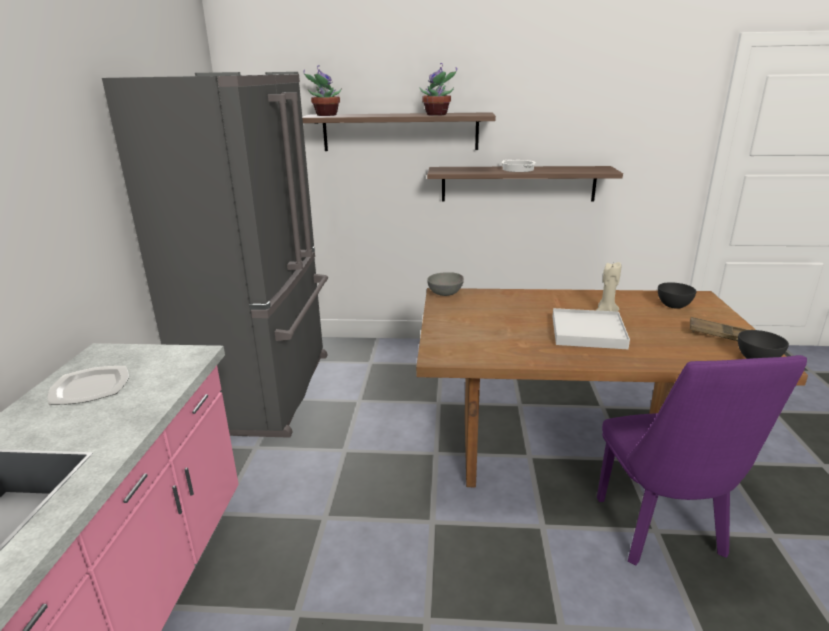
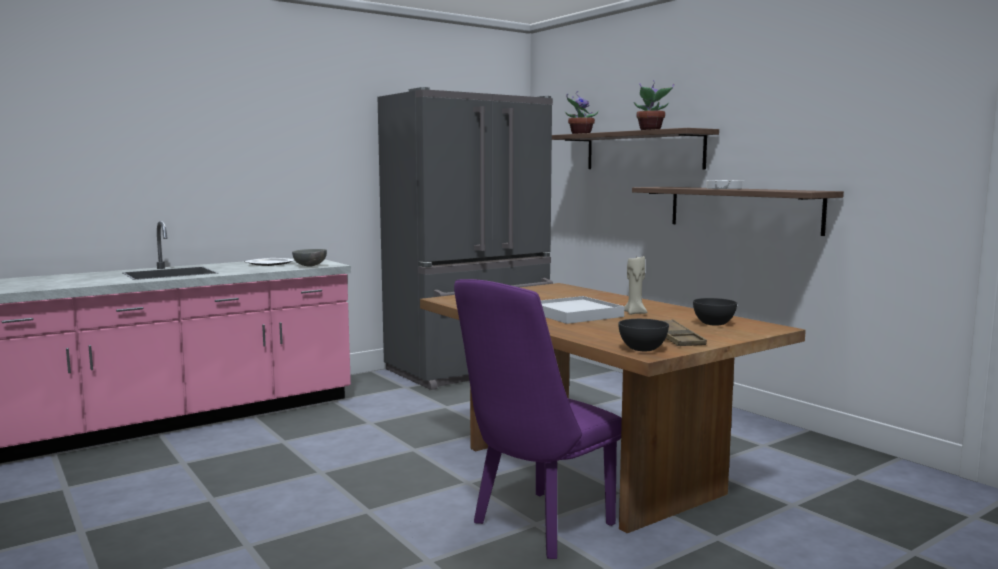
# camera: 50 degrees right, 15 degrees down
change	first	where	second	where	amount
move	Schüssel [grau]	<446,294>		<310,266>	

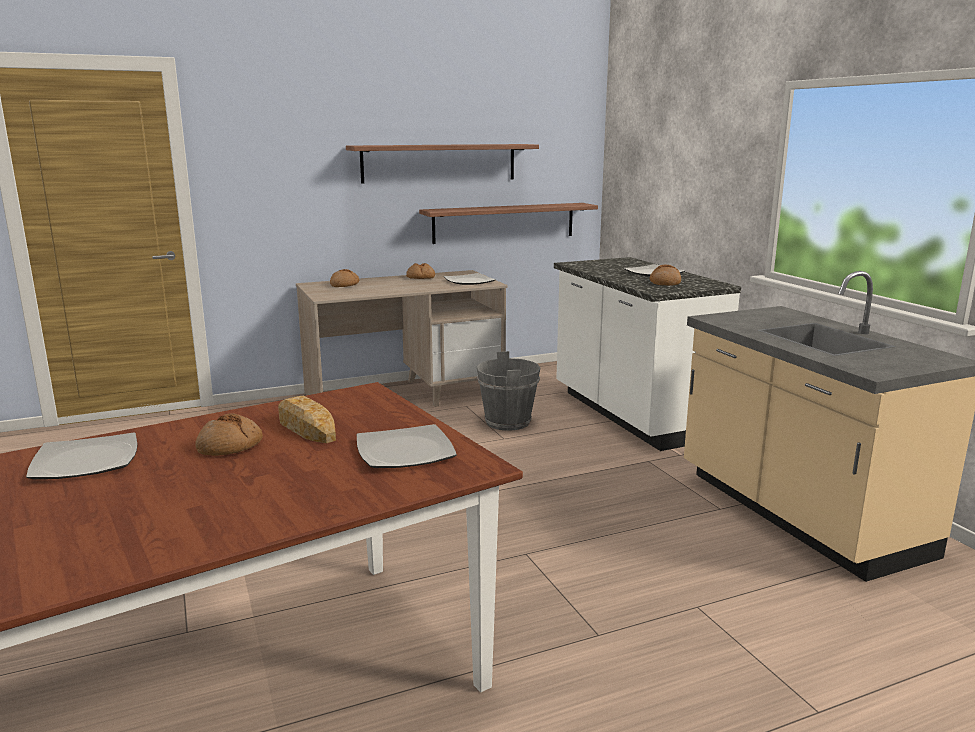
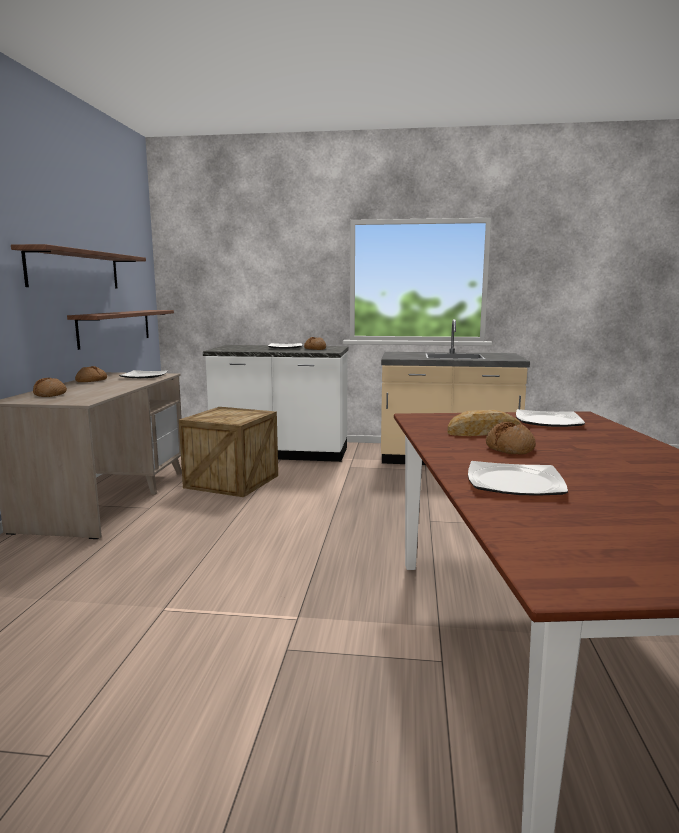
# camera: 60 degrees left, 5 degrees down
change	first	where	second	where	amount
replace	Eimer [grau]	<508,422>	Kiste	<232,481>	

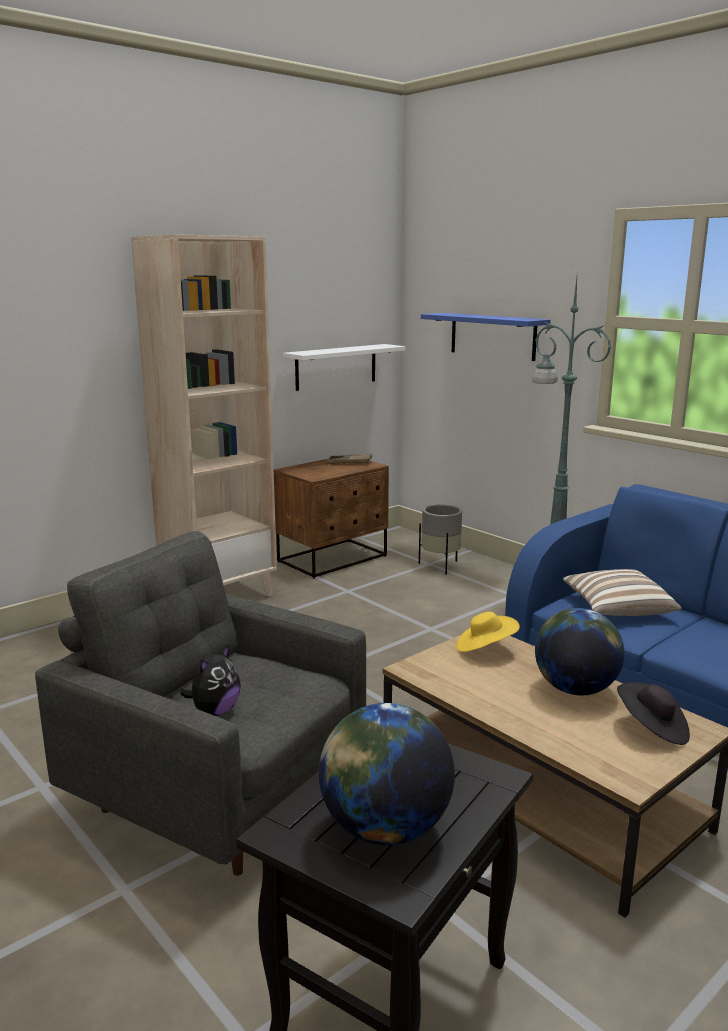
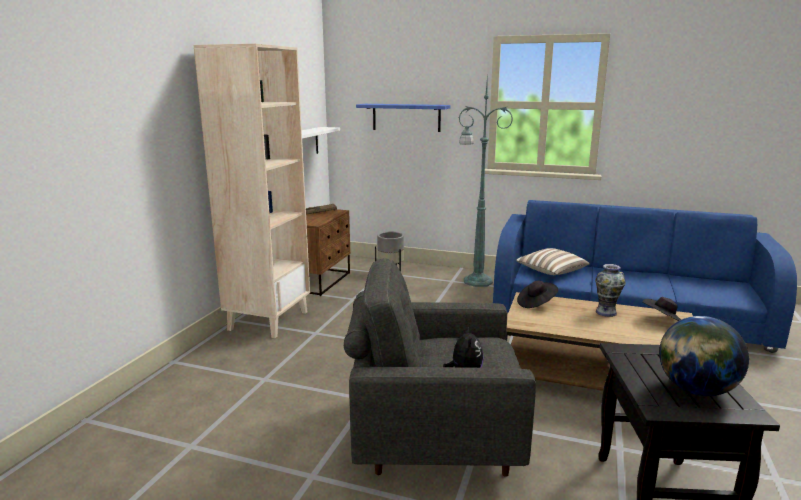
# camera: 30 degrees left, 0 degrees up
change	first	where	second	where	amount
replace	Globus	<575,689>	Vase	<606,312>	
recolor	Hut [gelb]	<485,648>	Hut [schwarz]	<536,303>	

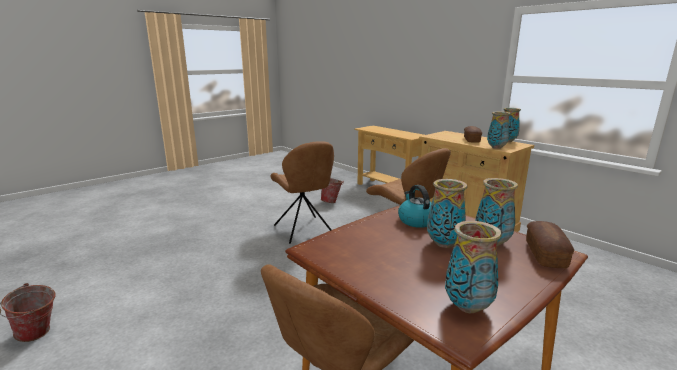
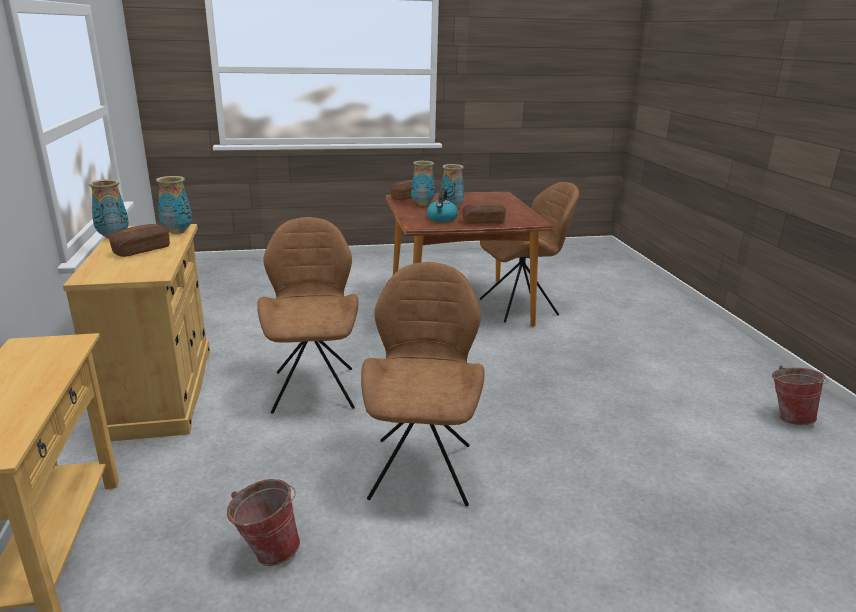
# camera: 150 degrees left, 5 degrees up
change	first	where	second	where	amount
delete	Vase	<468,307>			
insert			Brot	<483,222>	

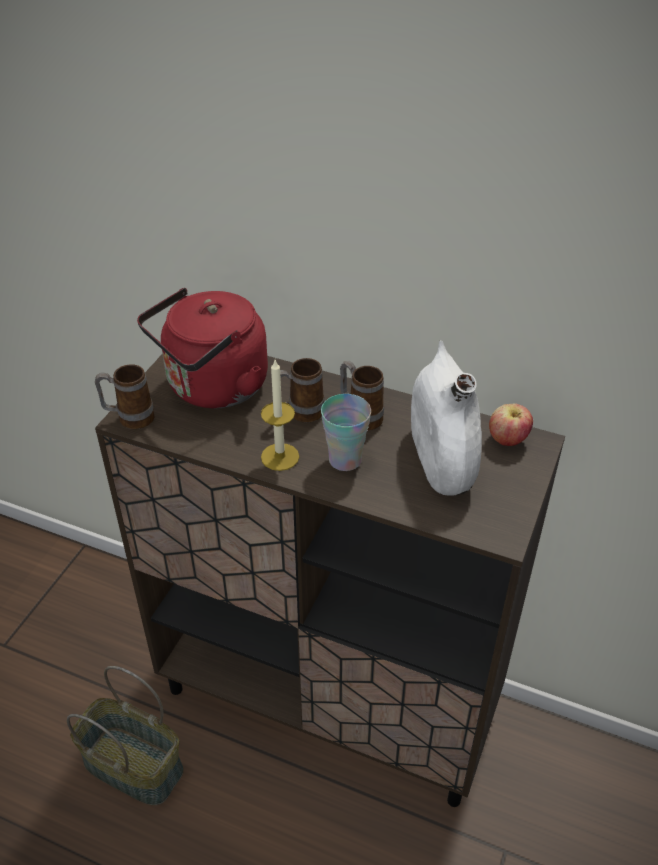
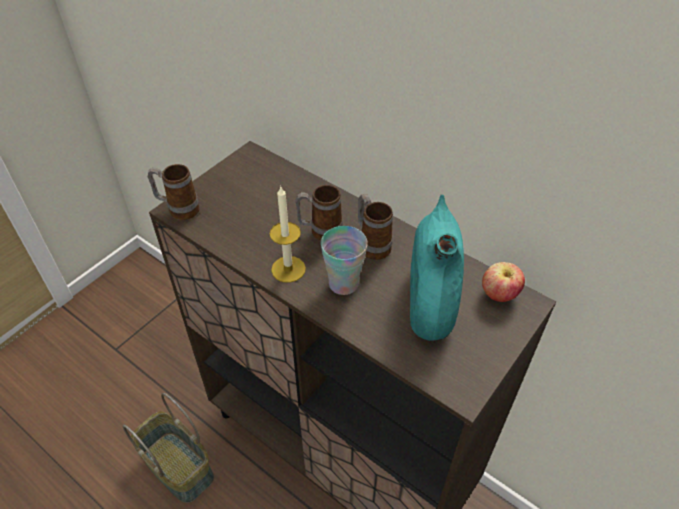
# camera: 15 degrees right, 5 degrees up
change	first	where	second	where	amount
delete	Wasserkessel [rot]	<213,388>			
recolor	Vase [weiß]	<441,459>	Vase [türkis]	<430,301>	

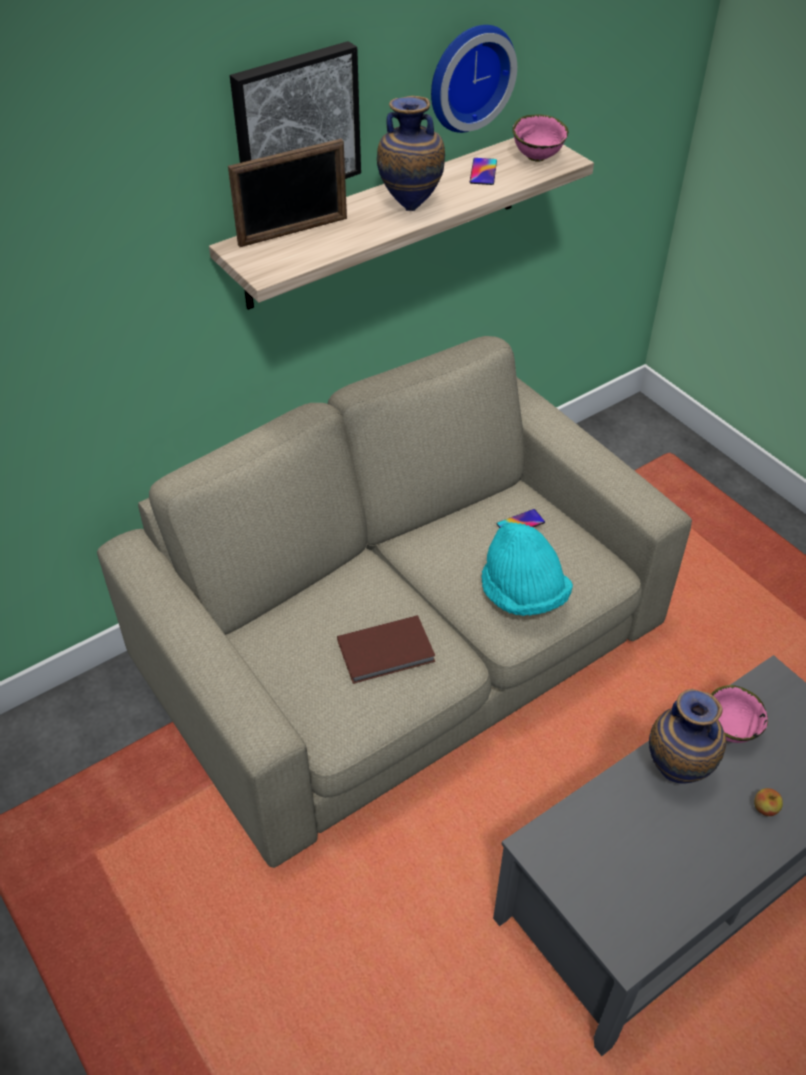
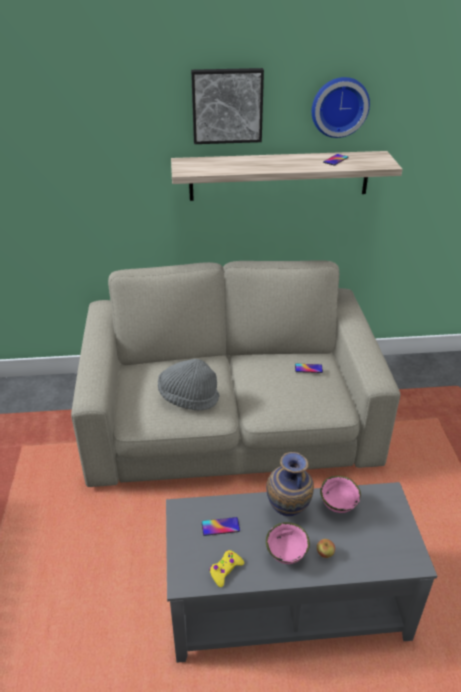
# camera: 30 degrees right, 10 degrees down
change	first	where	second	where	amount
delete	Vase	<411,206>			
move	Schüssel [rosa]	<538,157>		<287,554>	
delete	Bilderrahmen	<293,232>			
delete	Hut [türkis]	<522,594>			
replace	Buch [braun]	<387,652>	Hut [grau]	<188,397>	
insert			Handy	<220,526>	
insert			Gamepad [gelb]	<225,570>	

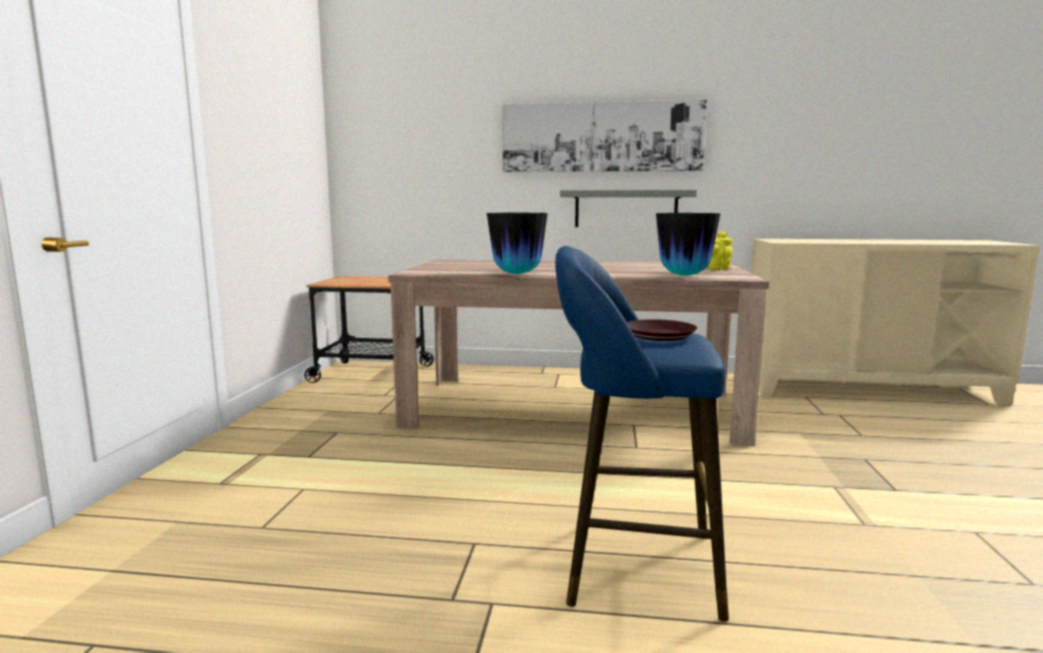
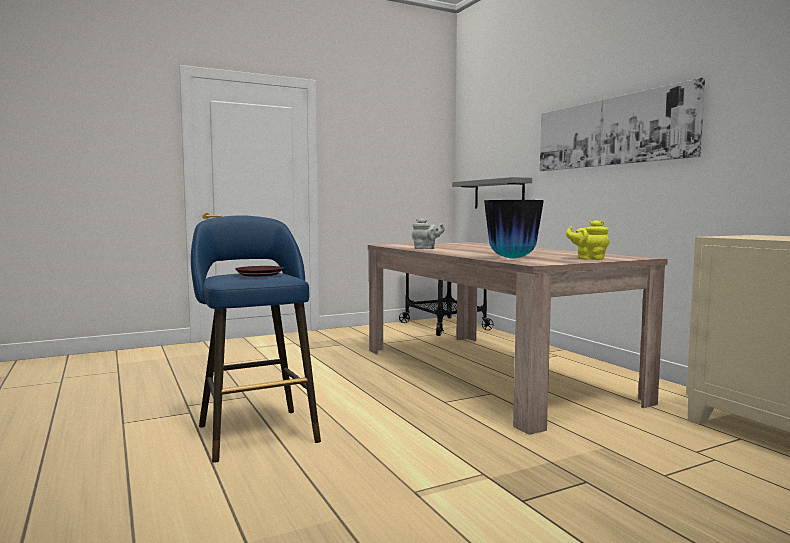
# camera: 55 degrees right, 5 degrees down
change	first	where	second	where	amount
move	Wandregal [grau]	<625,209>		<498,194>	
replace	Vase	<517,274>	Teekanne [grau]	<426,249>	

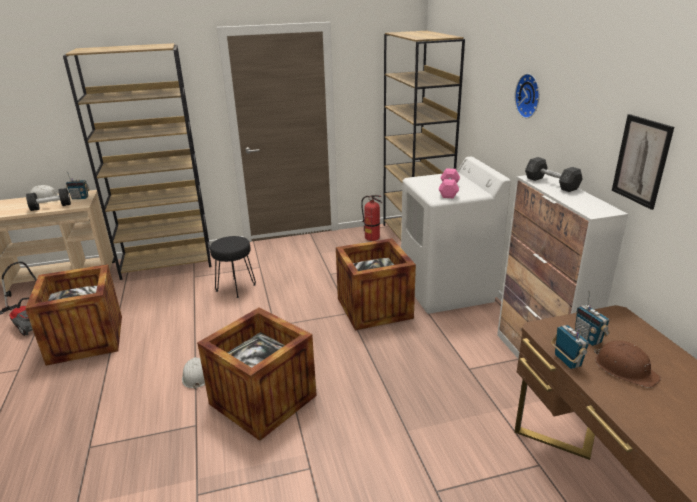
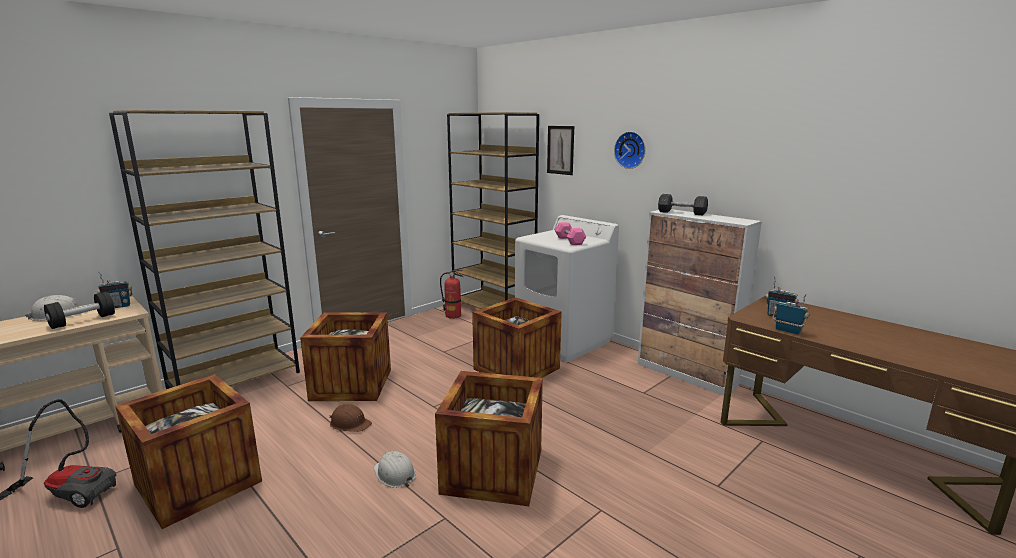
# camera: 30 degrees left, 10 degrees down
change	first	where	second	where	amount
move	Bild	<641,161>		<560,150>	
replace	Hocker [schwarz]	<235,287>	Kiste	<351,384>	
move	Schutzhelm [braun]	<625,369>		<350,423>	

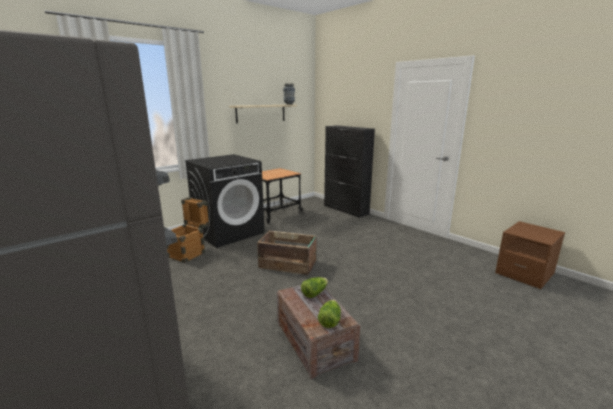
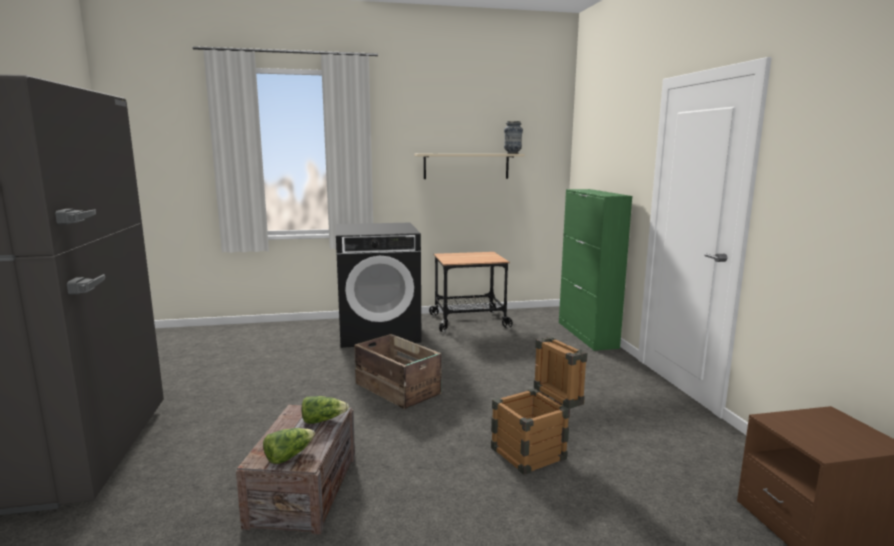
# camera: 30 degrees right, 5 degrees down
change	first	where	second	where	amount
recolor	Schrank [schwarz]	<346,210>	Schrank [grün]	<587,335>	
move	Kiste	<190,253>		<536,451>	

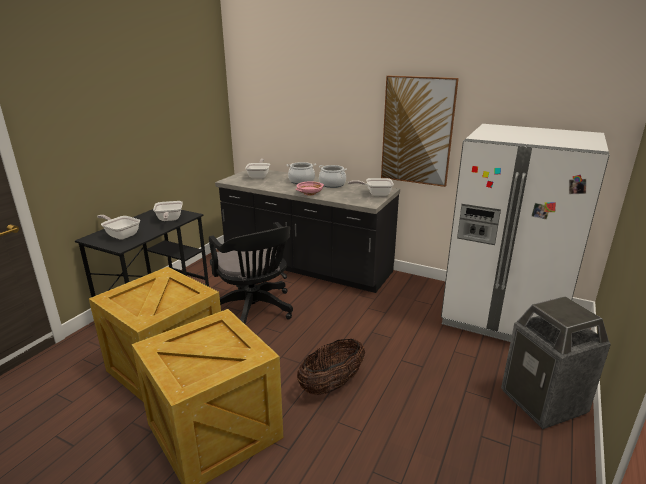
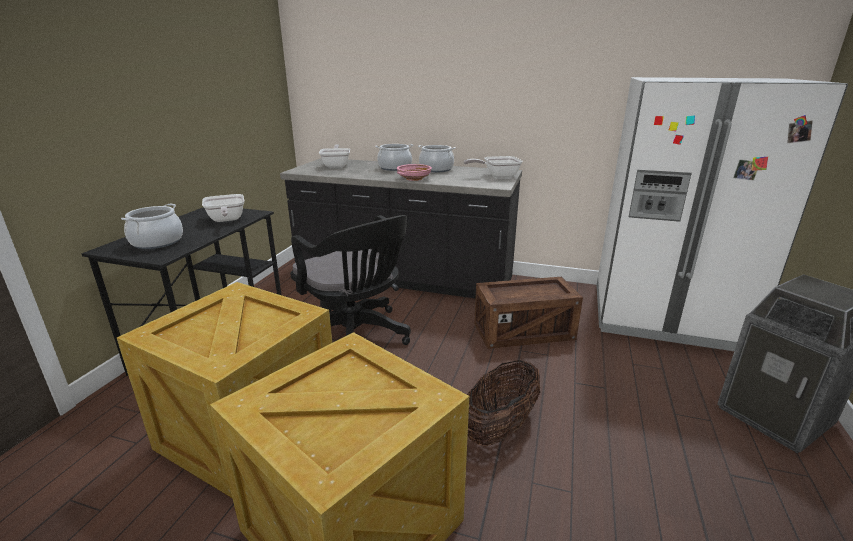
# camera: 10 degrees left, 0 degrees up
change	first	where	second	where	amount
delete	Bild	<417,131>			
replace	Pfanne	<121,235>	Kochtopf	<157,242>	
insert			Kiste	<523,332>	

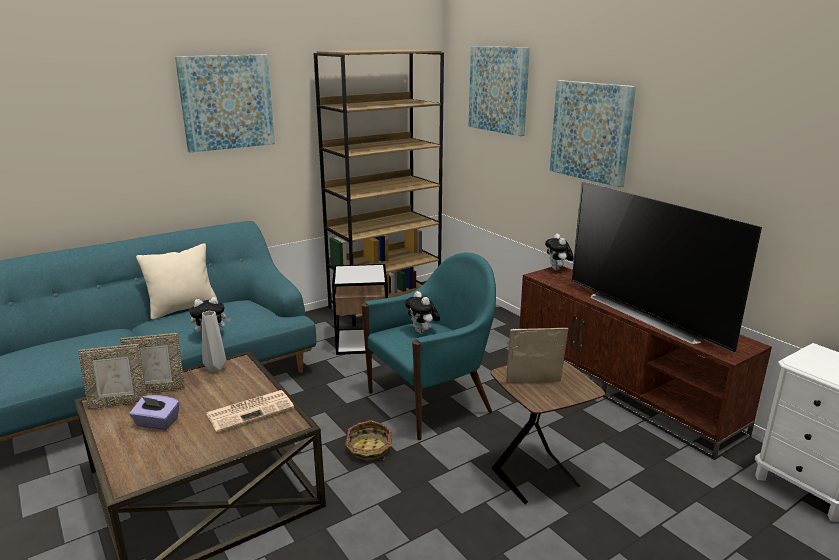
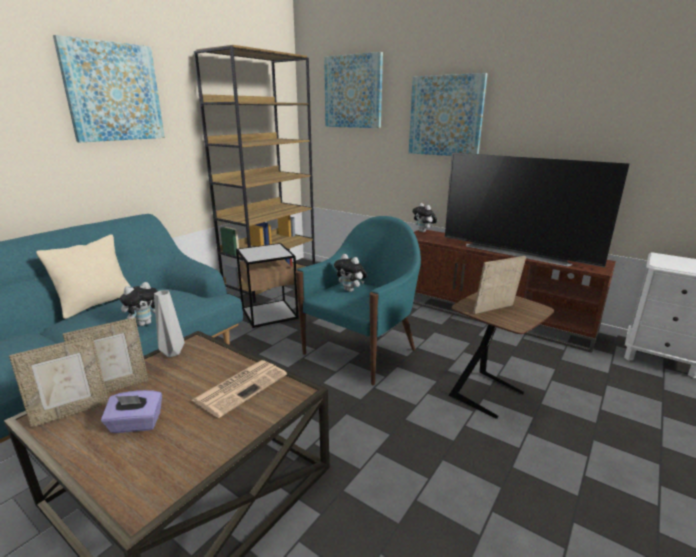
# camera: 20 degrees left, 0 degrees up
change	first	where	second	where	amount
delete	Korb	<369,449>			

